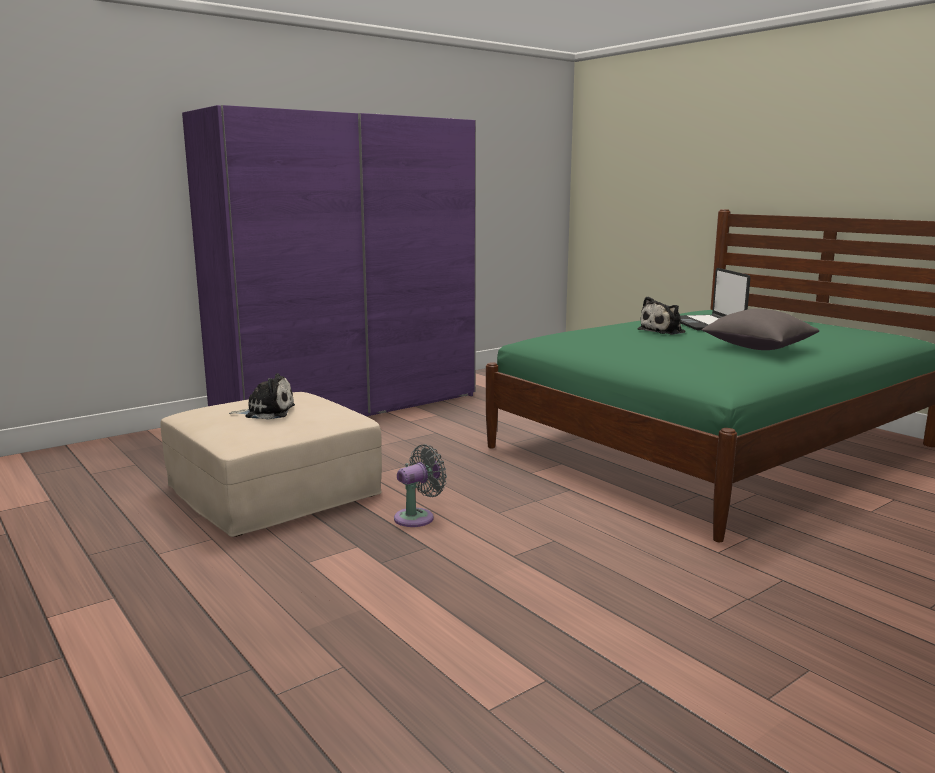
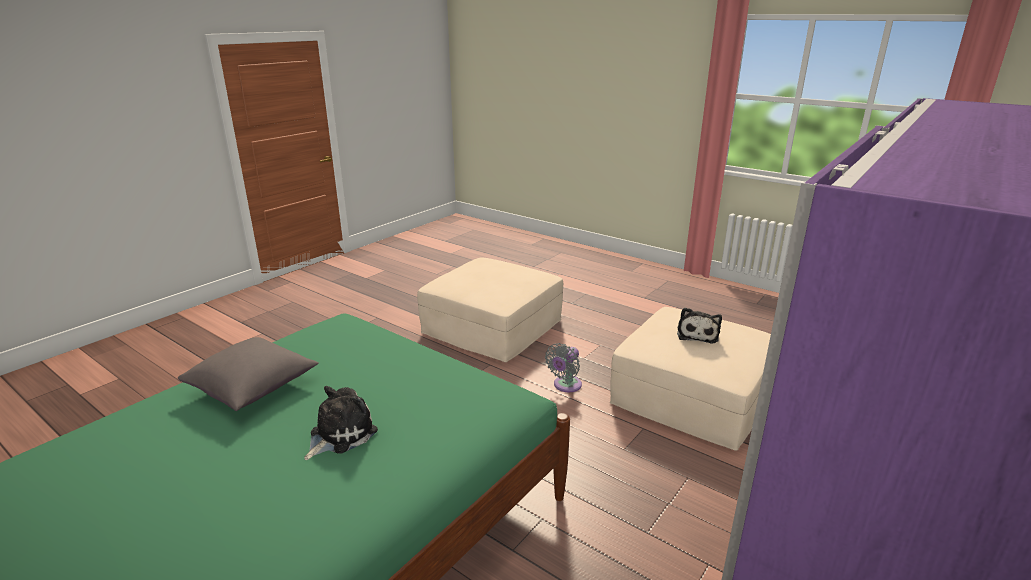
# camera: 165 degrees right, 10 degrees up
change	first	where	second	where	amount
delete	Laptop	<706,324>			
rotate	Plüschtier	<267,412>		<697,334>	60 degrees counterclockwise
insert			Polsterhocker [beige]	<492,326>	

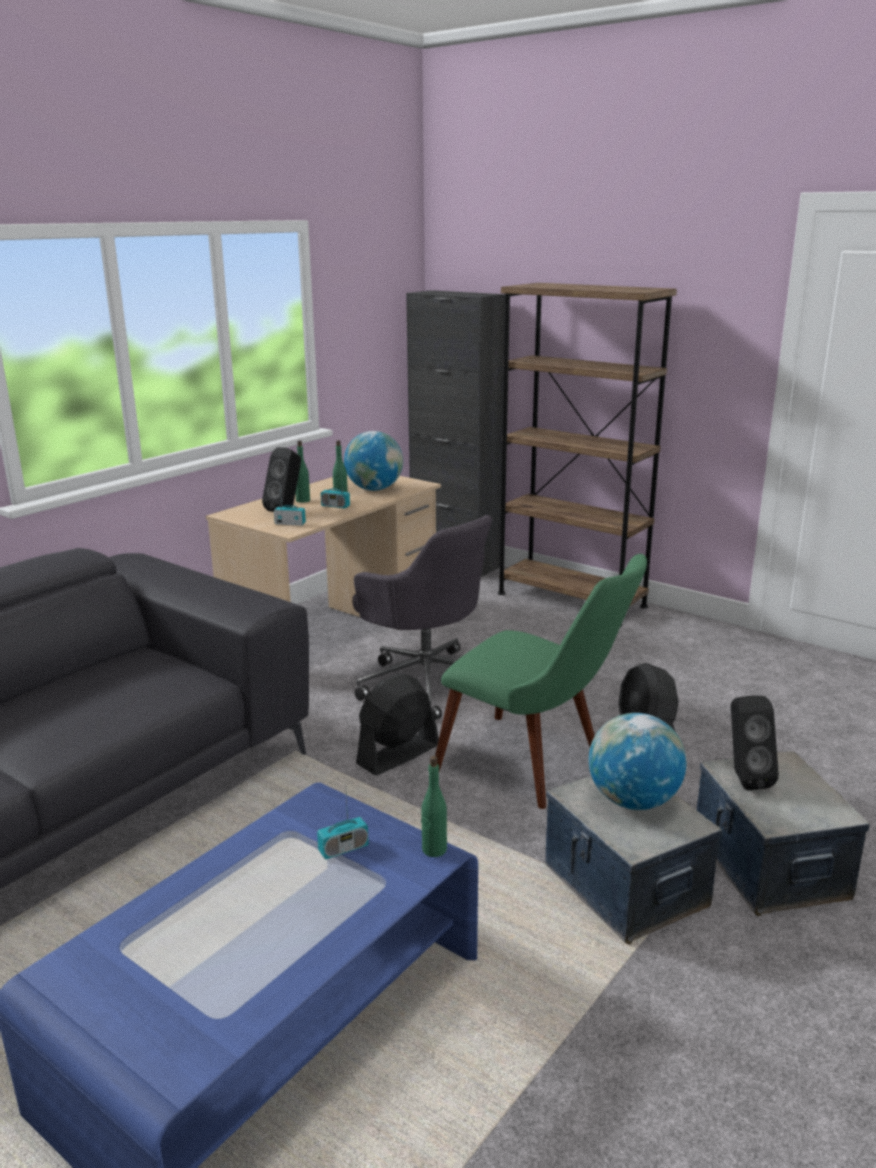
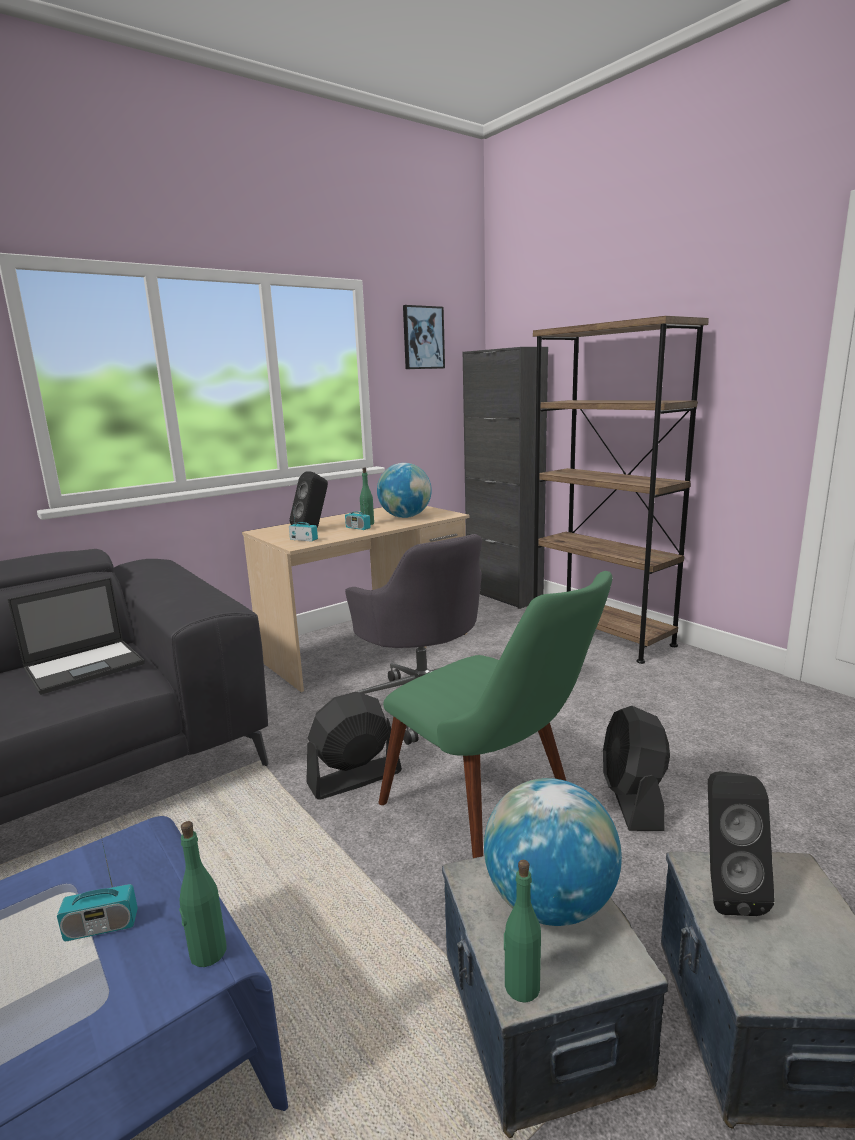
# camera: 15 degrees right, 5 degrees down
change	first	where	second	where	amount
move	Flasche [grün]	<302,500>		<521,986>	
insert			Bild	<423,338>	
insert			Laptop	<86,666>	

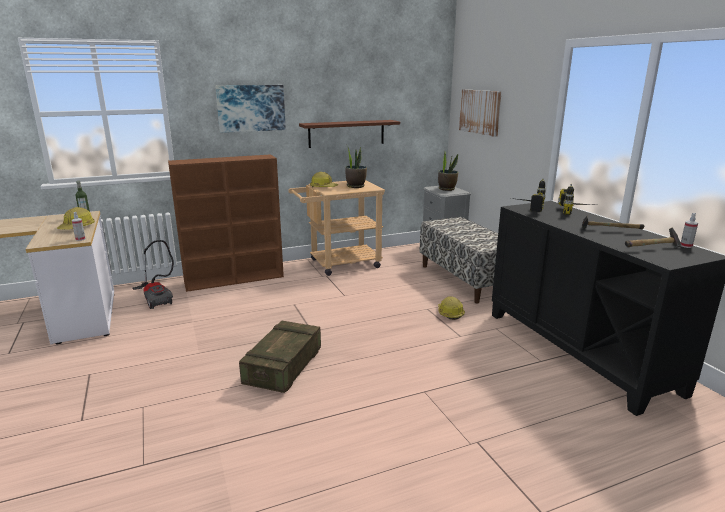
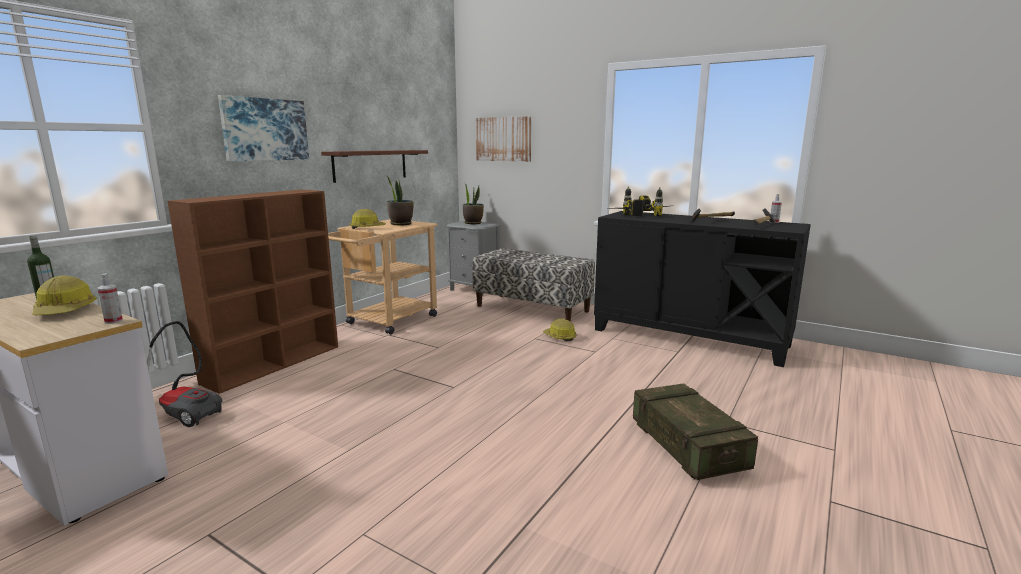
# camera: 35 degrees left, 5 degrees down
change	first	where	second	where	amount
move	Kiste	<283,368>		<687,446>	

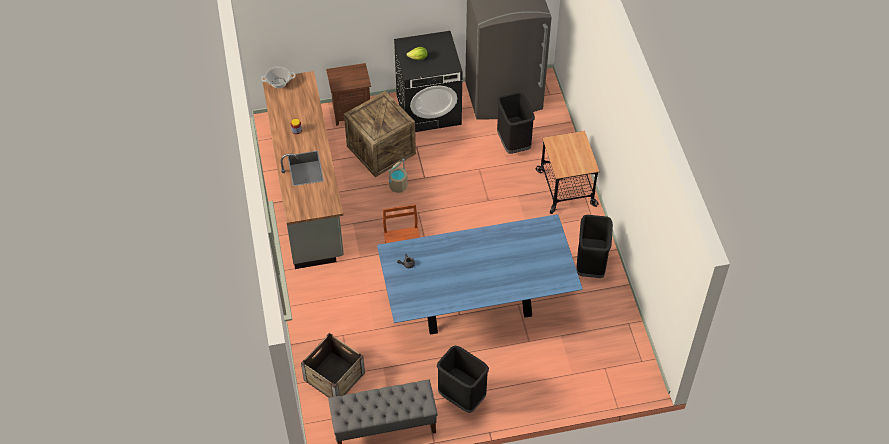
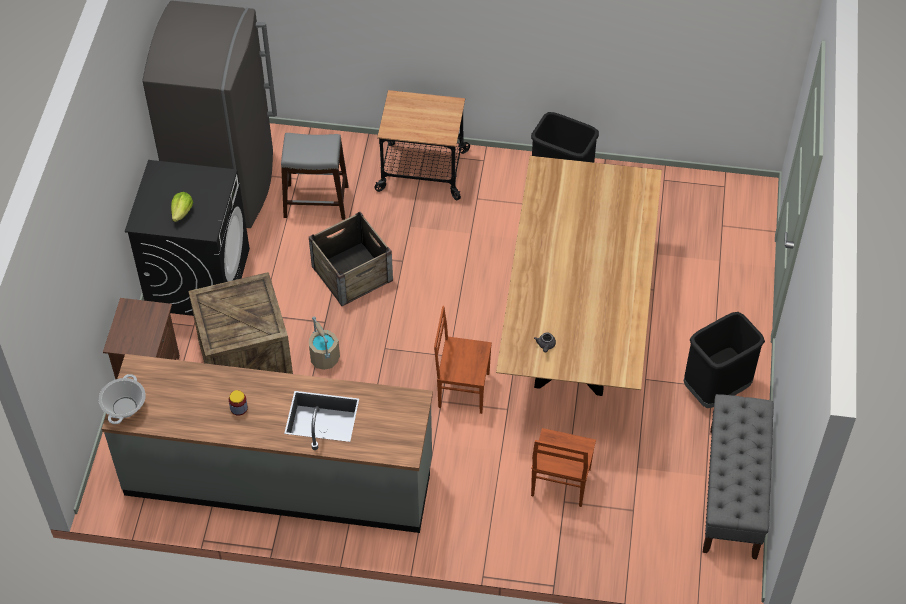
# camera: 70 degrees left, 0 degrees up
change	first	where	second	where	amount
replace	Mülleimer [schwarz]	<513,143>	Hocker [grau]	<316,201>	
recolor	Esstisch [blau]	<477,306>	Esstisch [braun]	<576,328>	
move	Kiste	<334,377>		<352,273>	
insert			Stuhl [braun]	<559,483>	

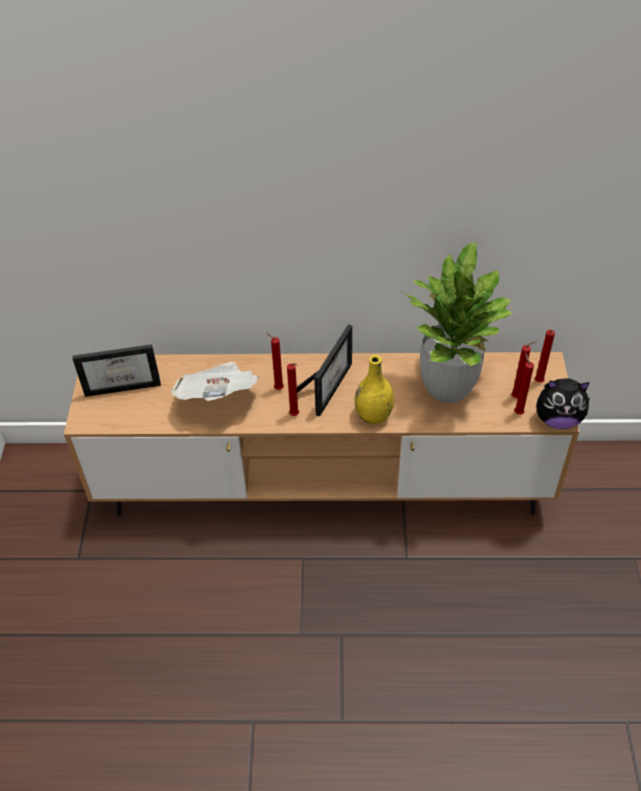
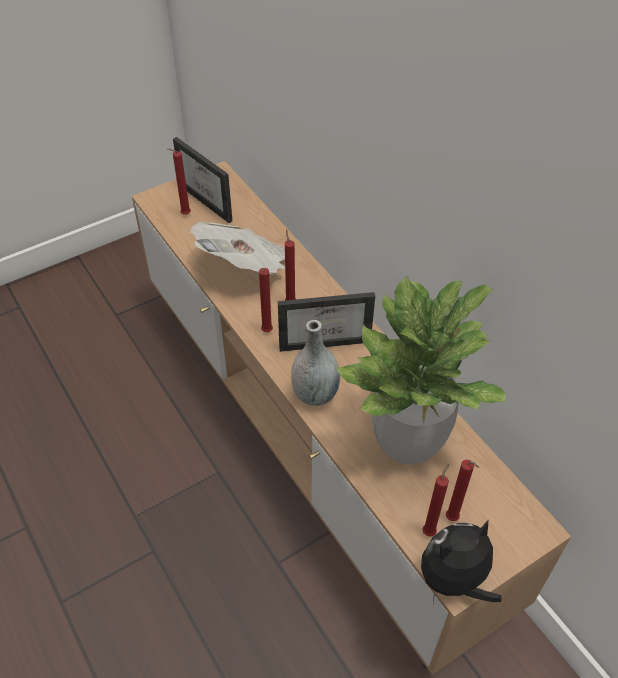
# camera: 55 degrees right, 0 degrees up
change	first	where	second	where	amount
move	Kerze [rot]	<538,383>		<184,215>	
recolor	Vase [gelb]	<373,416>	Vase [grau]	<315,395>	
rotate	Plüschtier	<557,419>		<454,581>	90 degrees clockwise

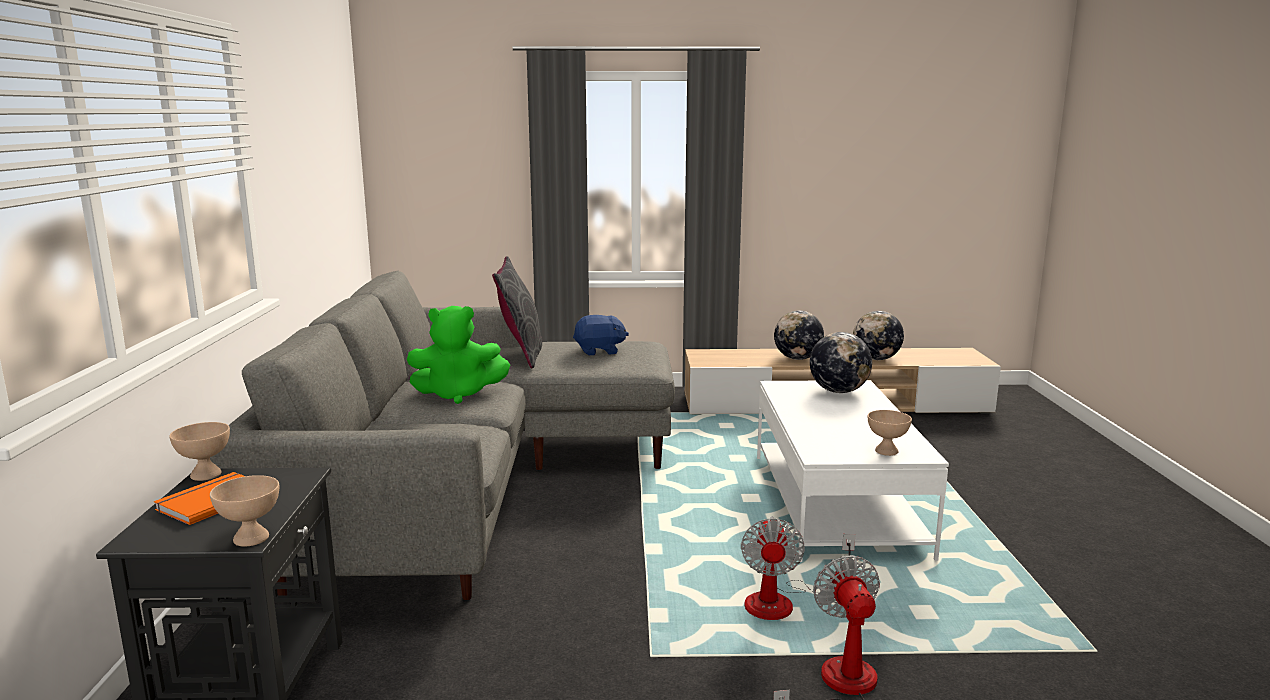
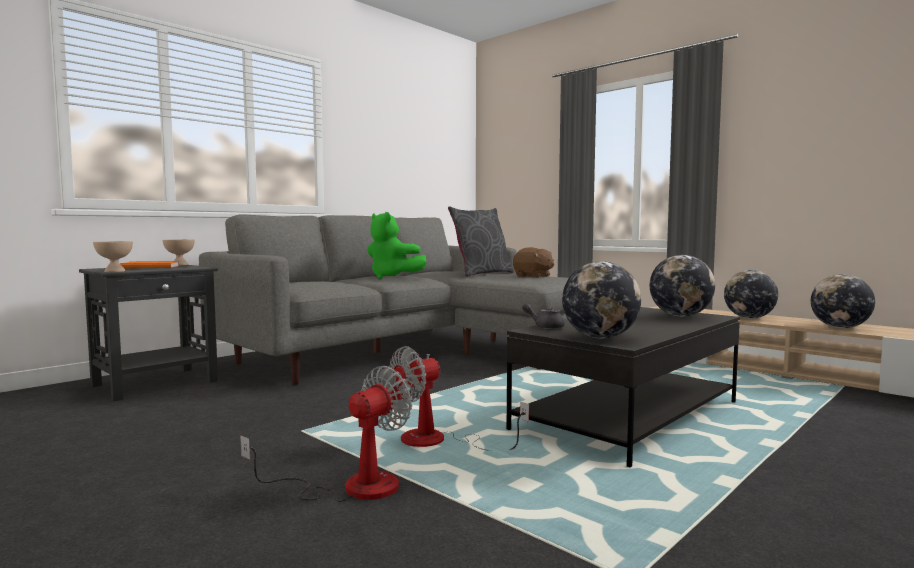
# camera: 45 degrees right, 10 degrees down
change	first	where	second	where	amount
recolor	Plüschtier [blau]	<599,351>	Plüschtier [braun]	<533,276>	
recolor	Couchtisch [weiß]	<835,504>	Couchtisch [schwarz]	<629,416>	
replace	Schüssel [beige]	<886,451>	Globus	<600,337>	
insert			Teekanne [grau]	<545,327>	

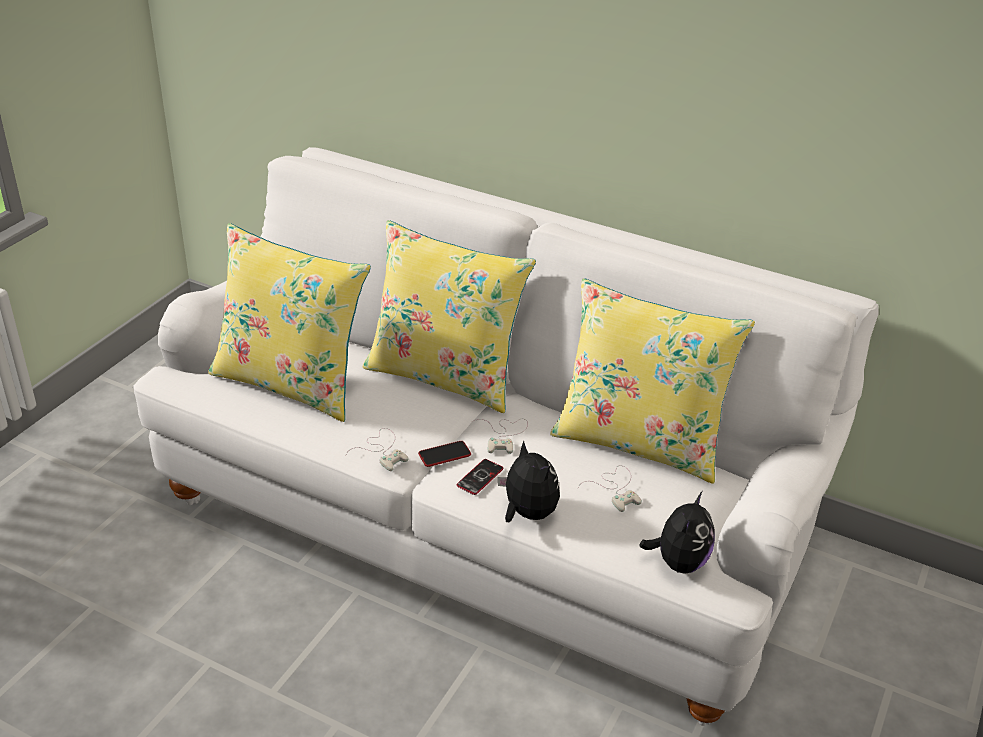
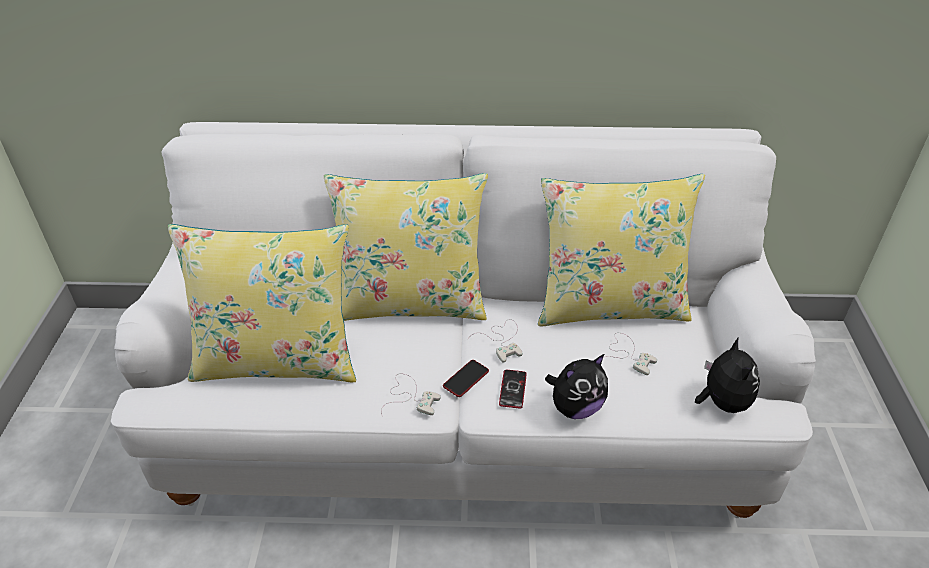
# camera: 25 degrees left, 5 degrees up
change	first	where	second	where	amount
rotate	Plüschtier	<527,513>		<575,407>	120 degrees clockwise

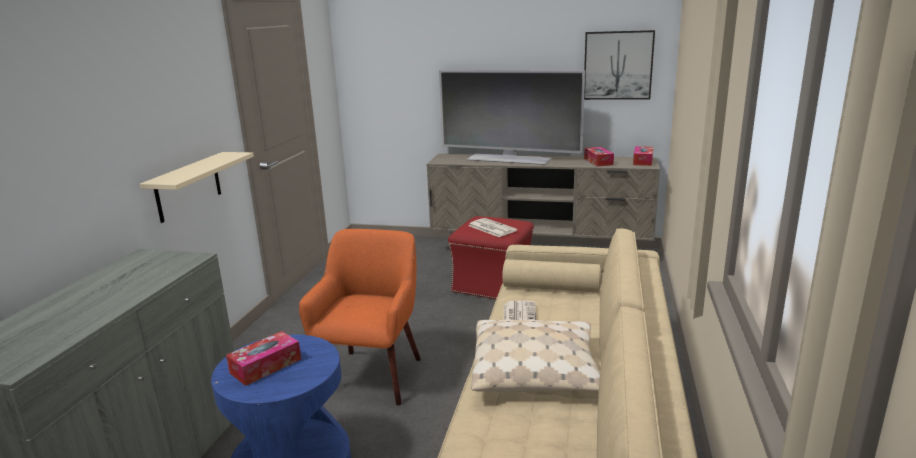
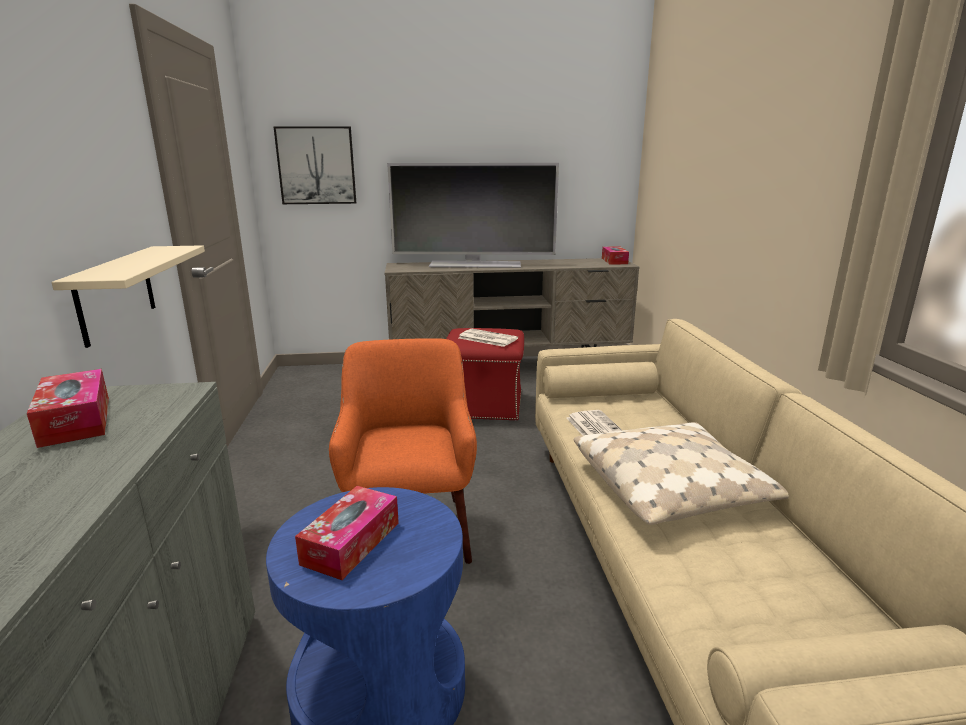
# camera: 20 degrees left, 0 degrees up
change	first	where	second	where	amount
move	Bild	<618,65>		<316,165>	
move	Taschentuchbox	<598,161>		<76,420>	

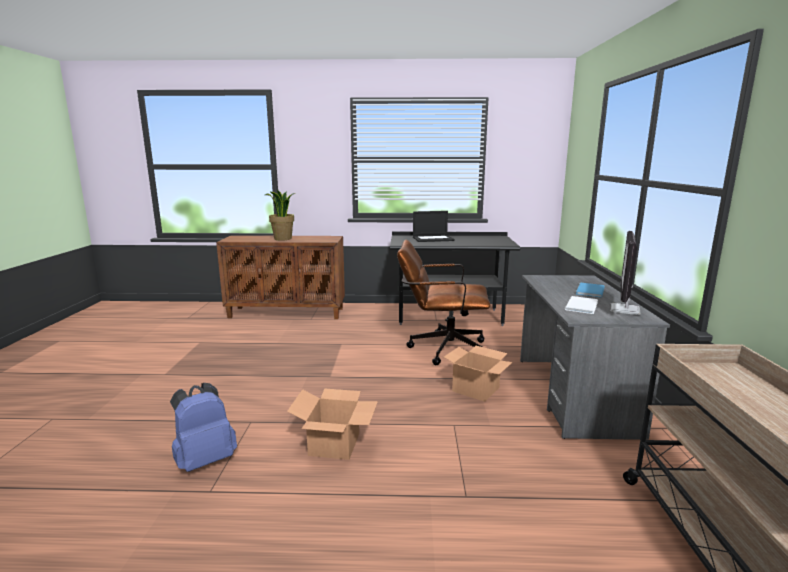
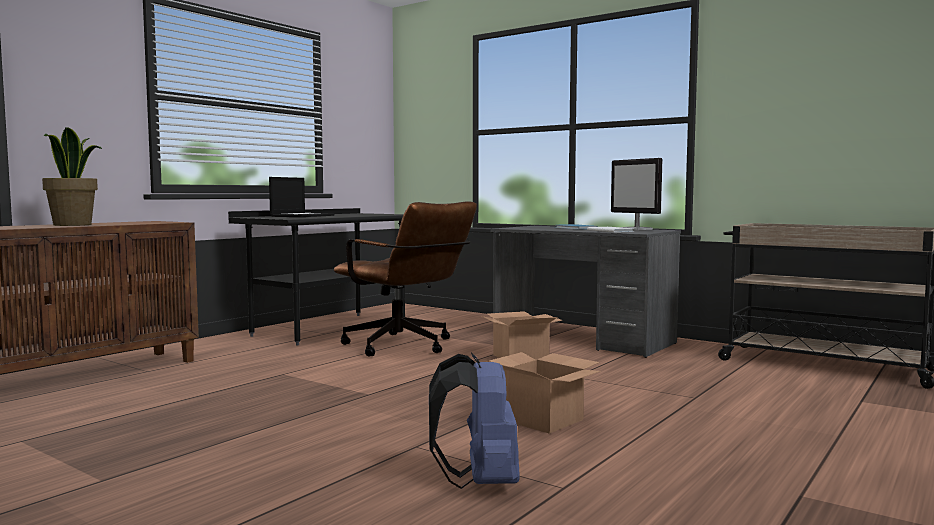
# camera: 55 degrees left, 10 degrees down
change	first	where	second	where	amount
rotate	Bürostuhl [braun]	<441,349>		<405,347>	90 degrees counterclockwise

